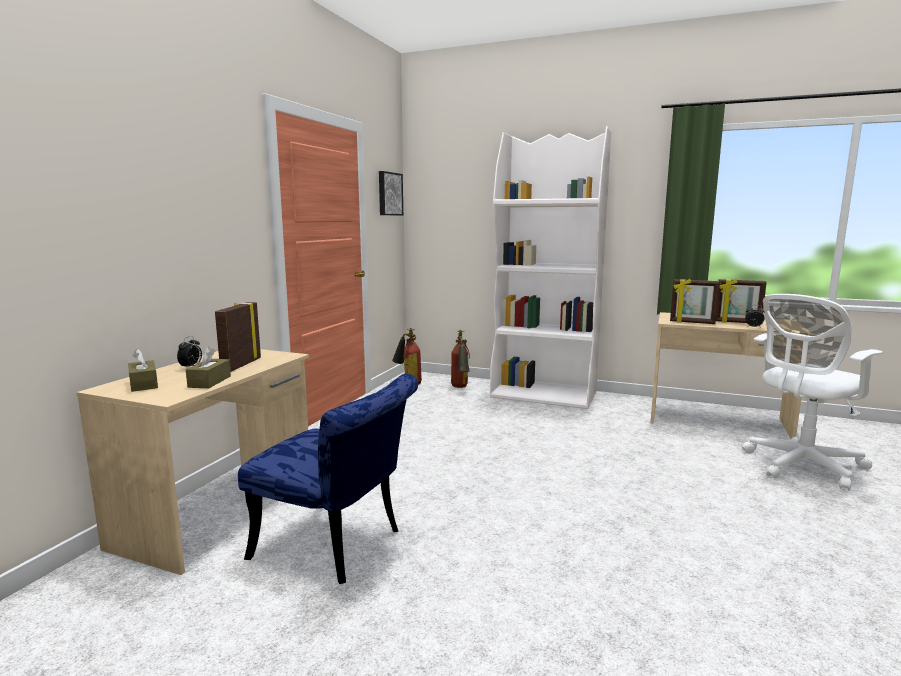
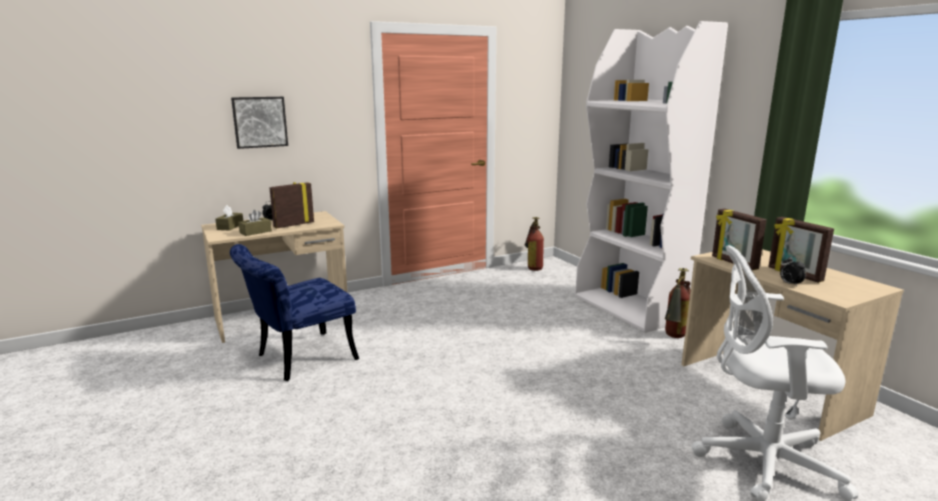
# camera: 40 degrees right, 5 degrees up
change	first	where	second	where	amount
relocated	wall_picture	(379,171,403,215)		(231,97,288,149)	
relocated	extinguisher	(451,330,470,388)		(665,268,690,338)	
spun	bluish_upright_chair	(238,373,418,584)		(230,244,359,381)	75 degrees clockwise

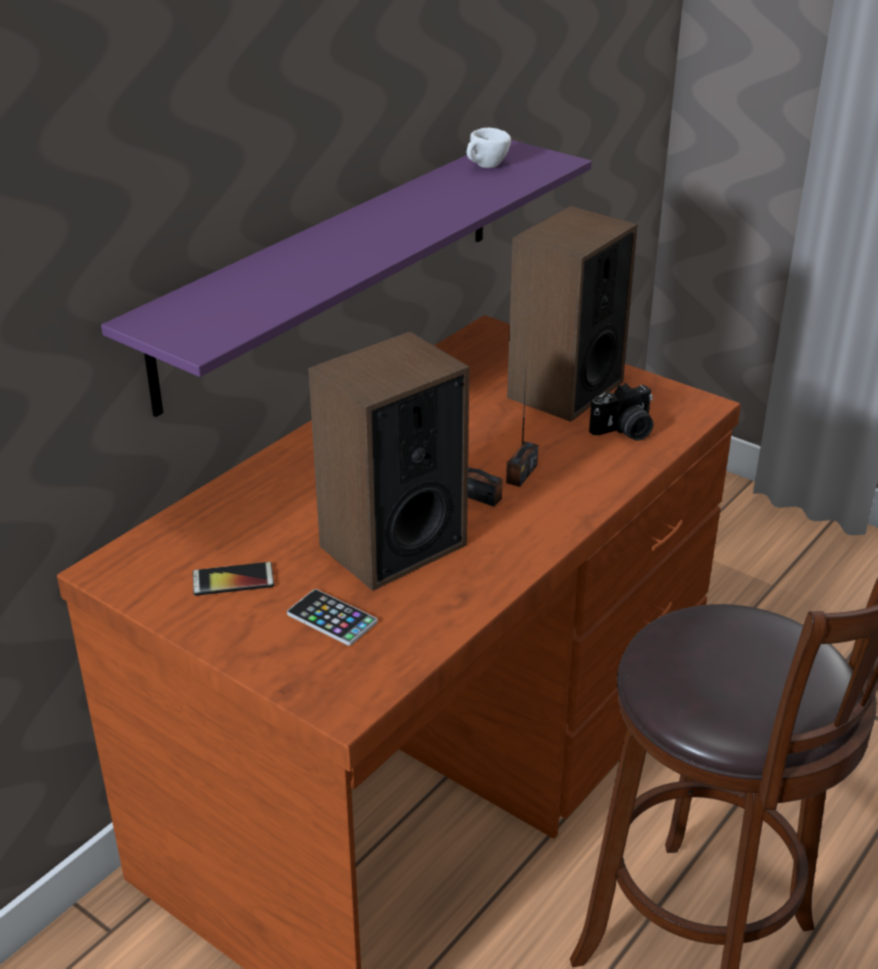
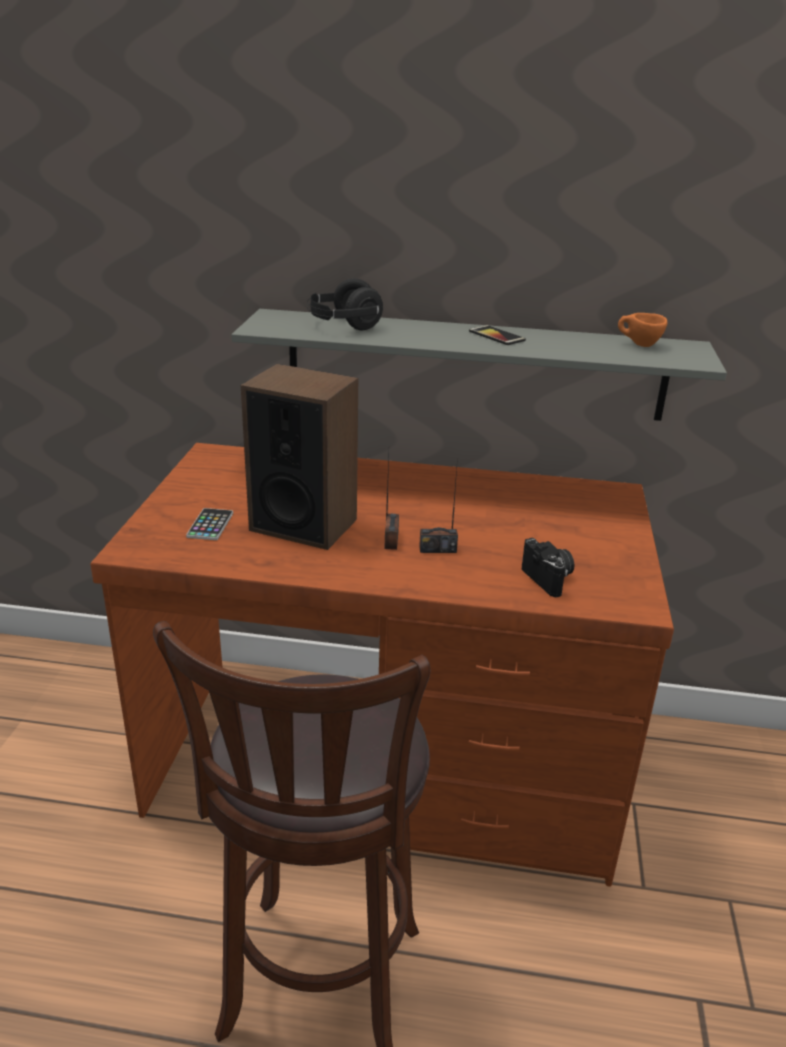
# camera: 60 degrees right, 5 degrees down
change	first	where	second	where	amount
missing	loudspeaker	(507,206,638,422)			
appeared			blackish_pair_of_headphones	(307,278,383,330)	
relocated	phone	(193,562,274,596)		(469,325,526,345)	
colour	purplish_wall_shelf	(101,140,592,417)	gray_wall_shelf	(232,309,727,421)	
colour	white-coloured_small_cup	(467,128,511,168)	orange-coloured_small_cup	(618,313,667,347)	
spun	photo_camera	(589,383,653,441)		(521,538,575,597)	150 degrees counterclockwise

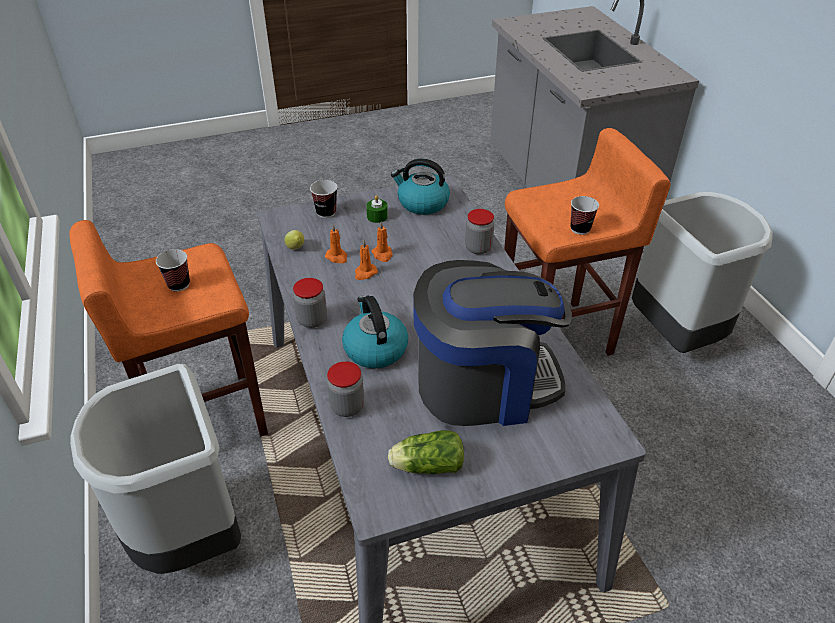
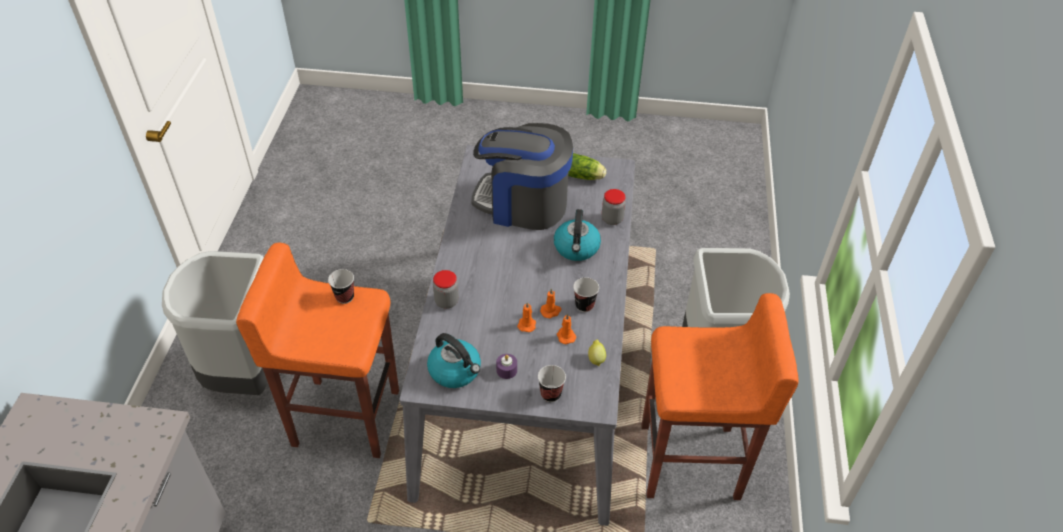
# camera: 155 degrees left, 5 degrees up
change	first	where	second	where	amount
missing	storage_jar	(293,278,327,328)			
relocated	small_cup	(156,249,190,292)		(573,277,599,312)	
colour	greenish_candle	(366,195,388,223)	purplish_candle	(496,354,517,379)	

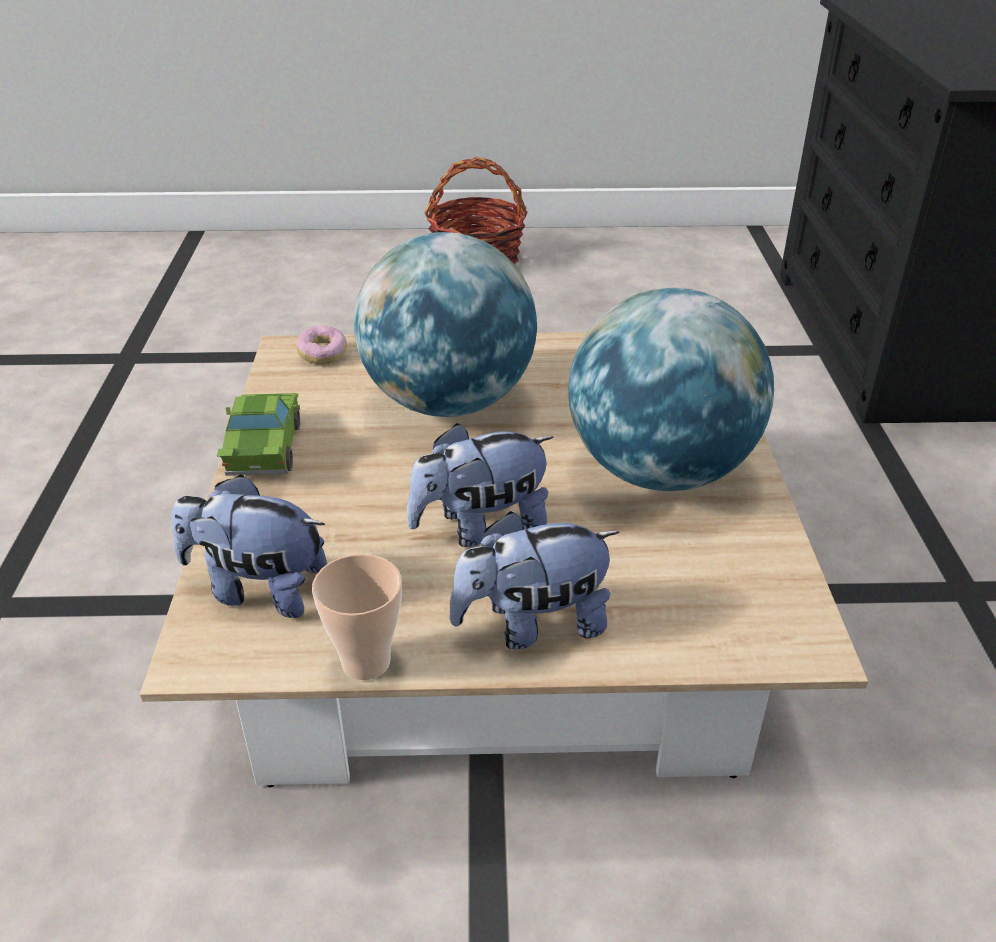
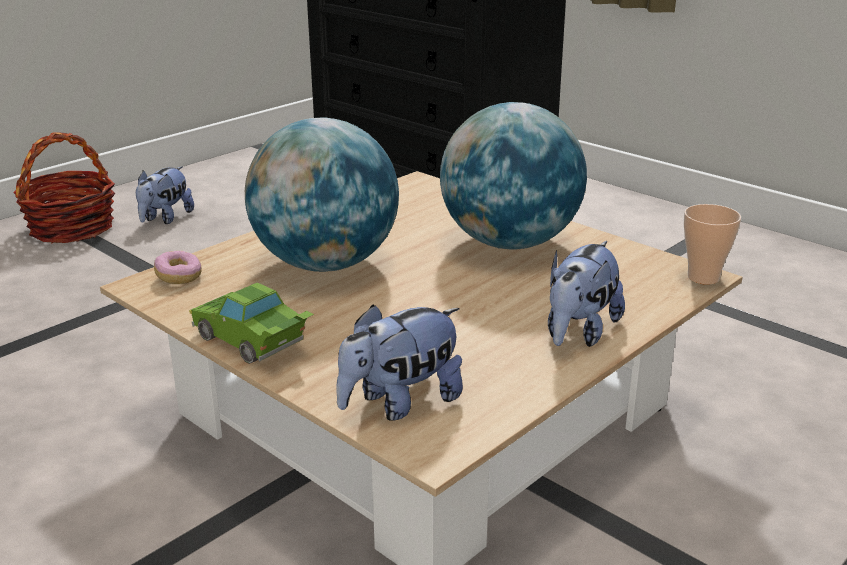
# camera: 45 degrees left, 10 degrees down
change	first	where	second	where	amount
relocated	small_cup	(312,554,402,680)		(684,204,742,285)	
relocated	soft_toy	(407,423,554,547)		(136,166,194,224)	

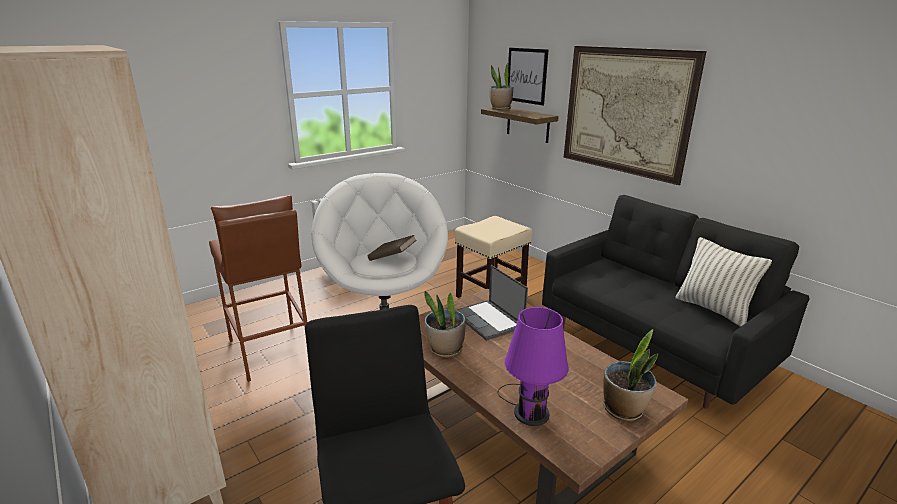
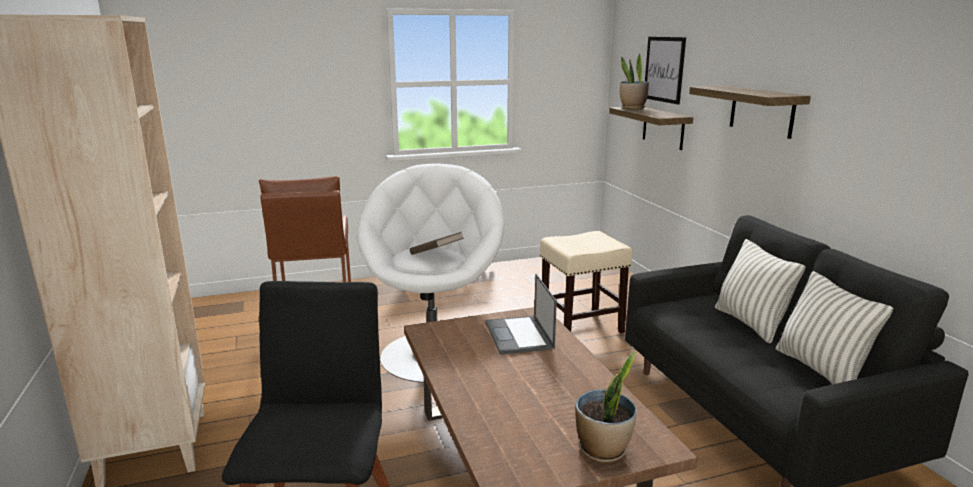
# camera: 20 degrees right, 5 degrees down
change	first	where	second	where	amount
missing	plant_in_a_pot	(424,291,465,358)			
missing	purplish_lamp_for_a_table	(497,307,569,426)			
appeared			throw_pillow	(715,239,806,343)	
exchanged	wall_picture	(563,46,707,185)	wall_shelf	(689,86,811,139)	

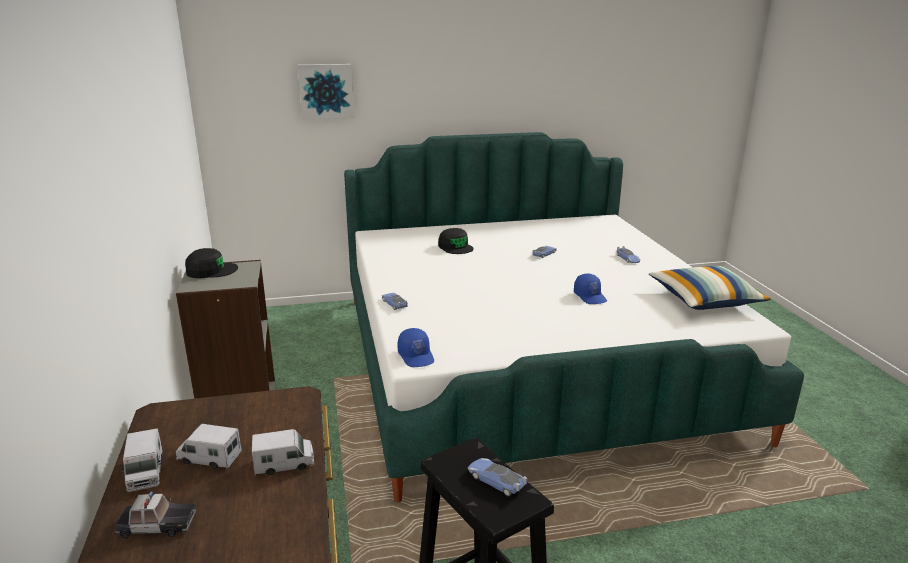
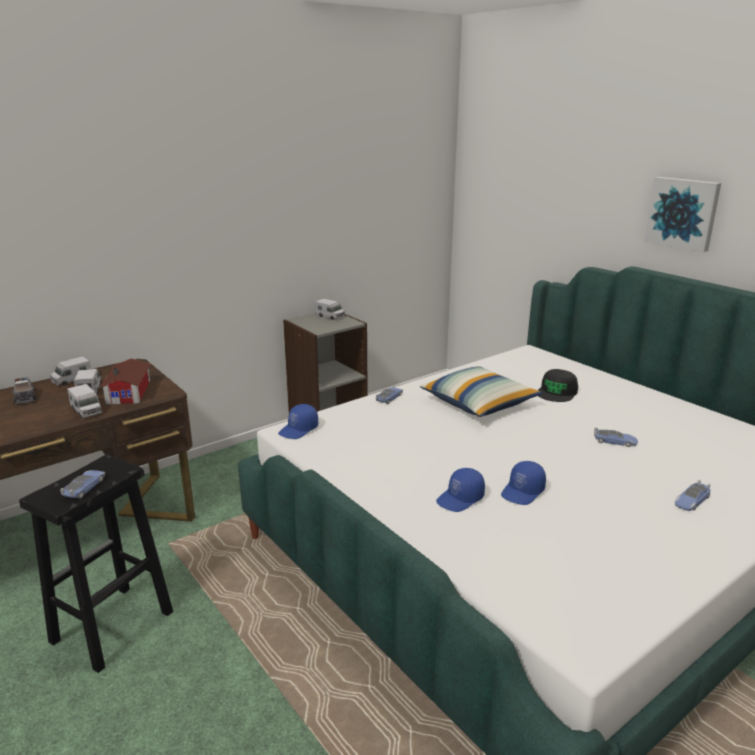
# camera: 65 degrees right, 0 degrees up
change	first	where	second	where	amount
appeared			miniature_house	(100,358,150,405)	
appeared			bluish_cap	(436,468,485,512)	
relocated	wall_picture	(298,64,354,119)		(644,177,721,252)	
relocated	throw_pillow	(649,266,770,310)		(419,366,542,417)	
exchanged	blackish_cap	(185,248,238,278)	model_truck	(315,299,345,320)	

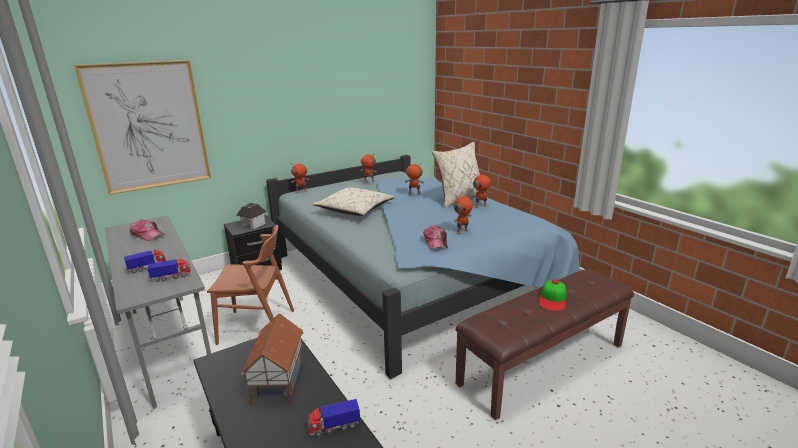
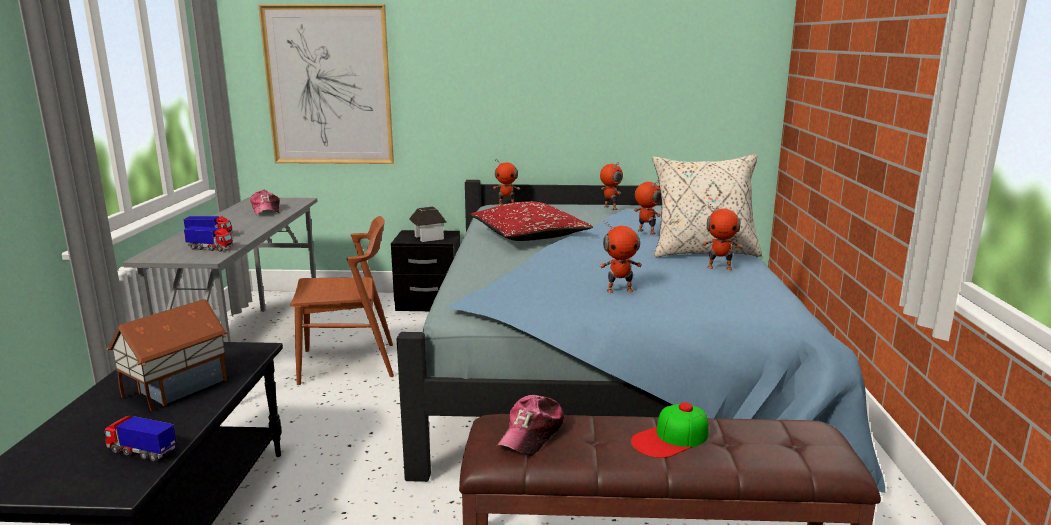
# camera: 35 degrees right, 5 degrees down
change	first	where	second	where	amount
relocated	cap	(423,225,448,250)		(497,395,564,456)	
colour	beige_throw_pillow	(312,187,395,216)	red-coloured_throw_pillow	(470,201,593,241)	
spun	brownish_upright_chair	(207,225,294,345)		(290,216,394,385)	45 degrees counterclockwise

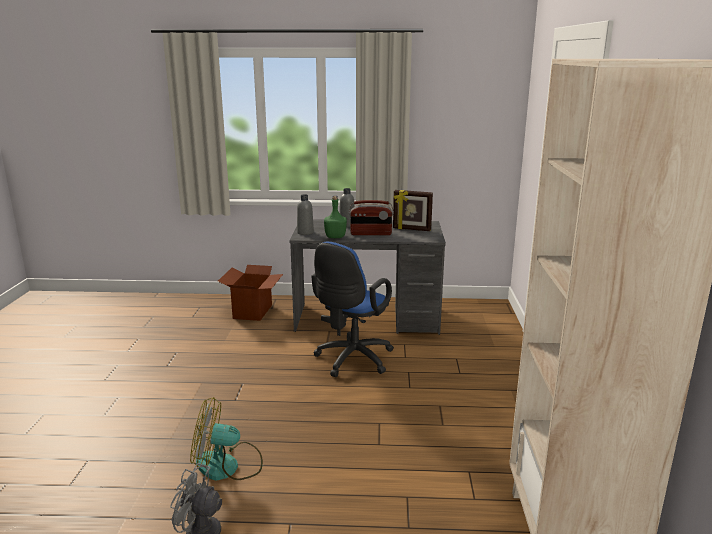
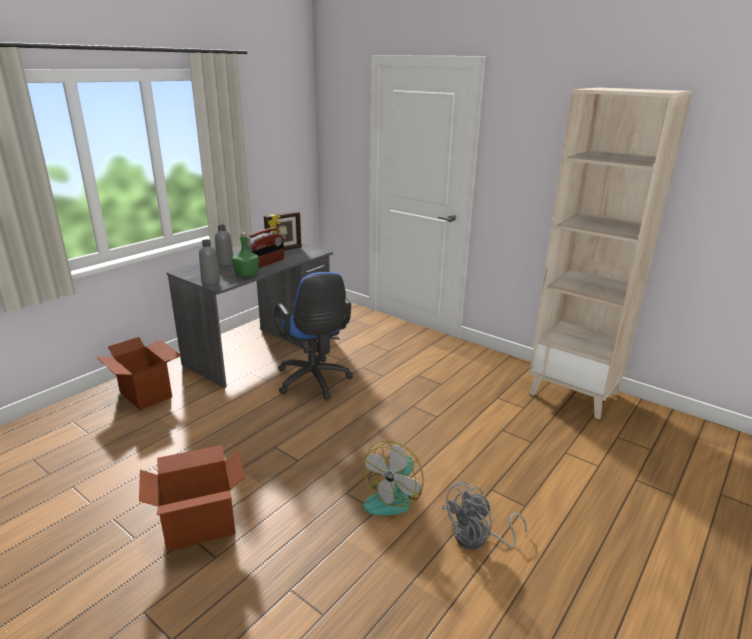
# camera: 55 degrees left, 5 degrees up
change	first	where	second	where	amount
appeared			carton	(139,445,245,551)	

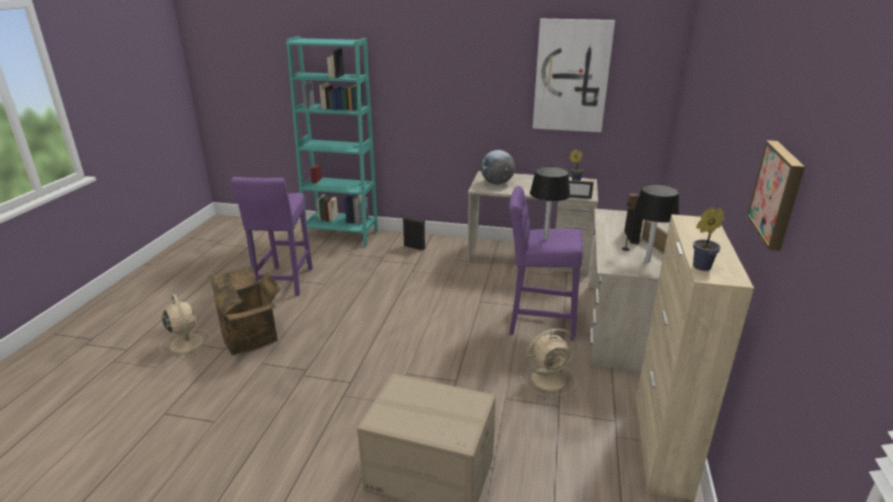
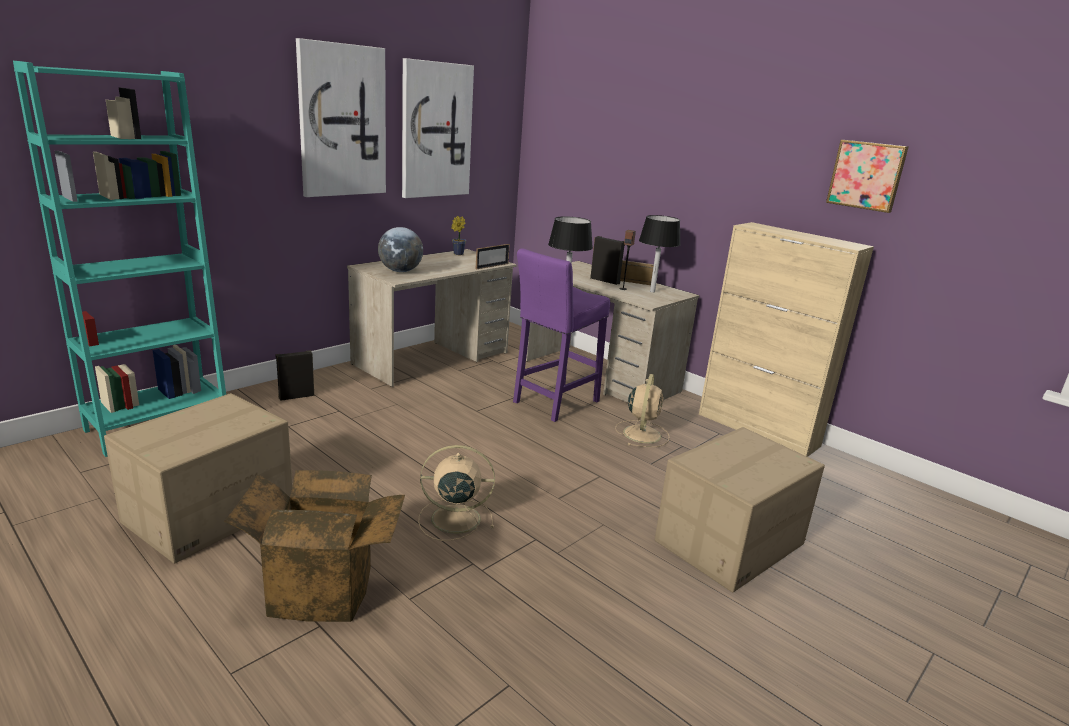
# camera: 60 degrees left, 5 degrees down
change	first	where	second	where	amount
missing	plant_in_a_pot	(693,207,725,271)			
appeared			wall_picture	(296,38,386,197)	
relocated	beige_electric_fan	(160,294,211,359)		(418,445,495,541)	
exchanged	purplish_sitting_stool	(231,177,313,296)	carton	(104,393,293,563)	

